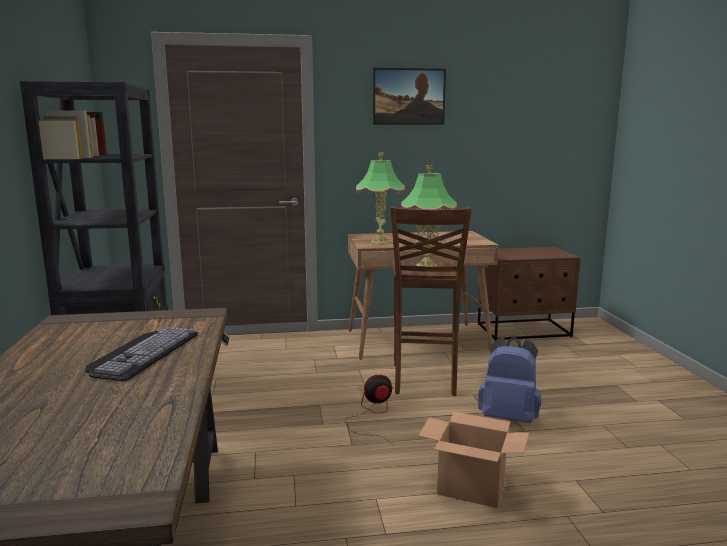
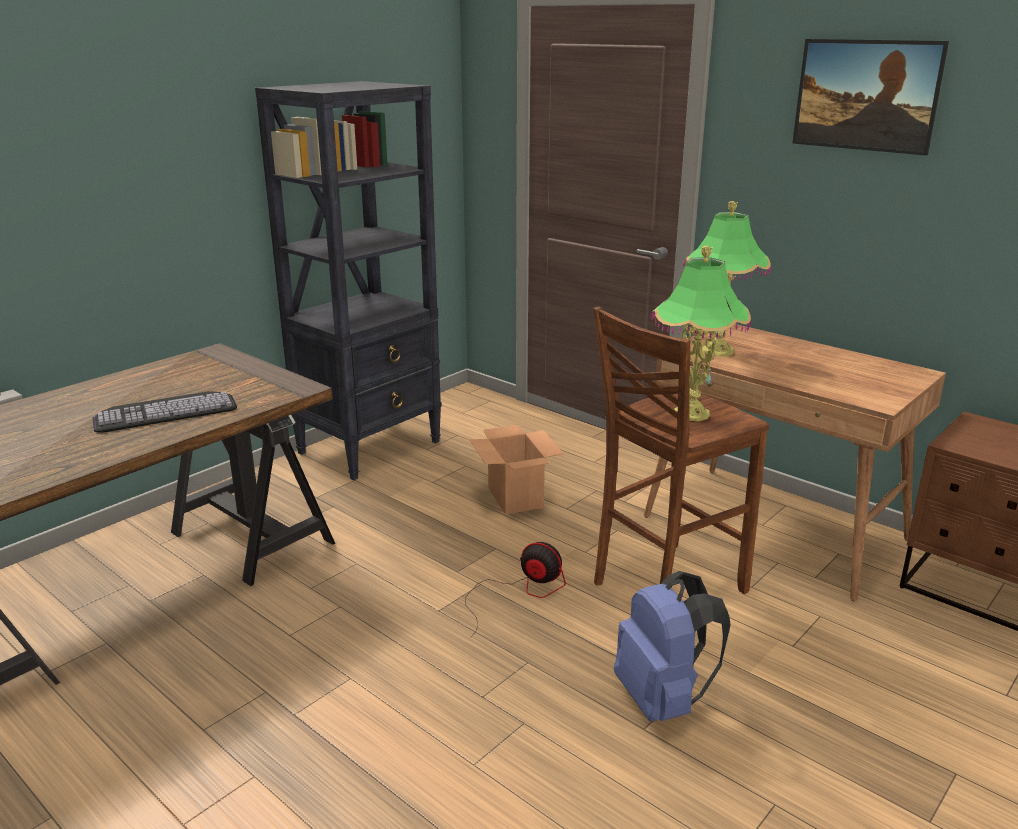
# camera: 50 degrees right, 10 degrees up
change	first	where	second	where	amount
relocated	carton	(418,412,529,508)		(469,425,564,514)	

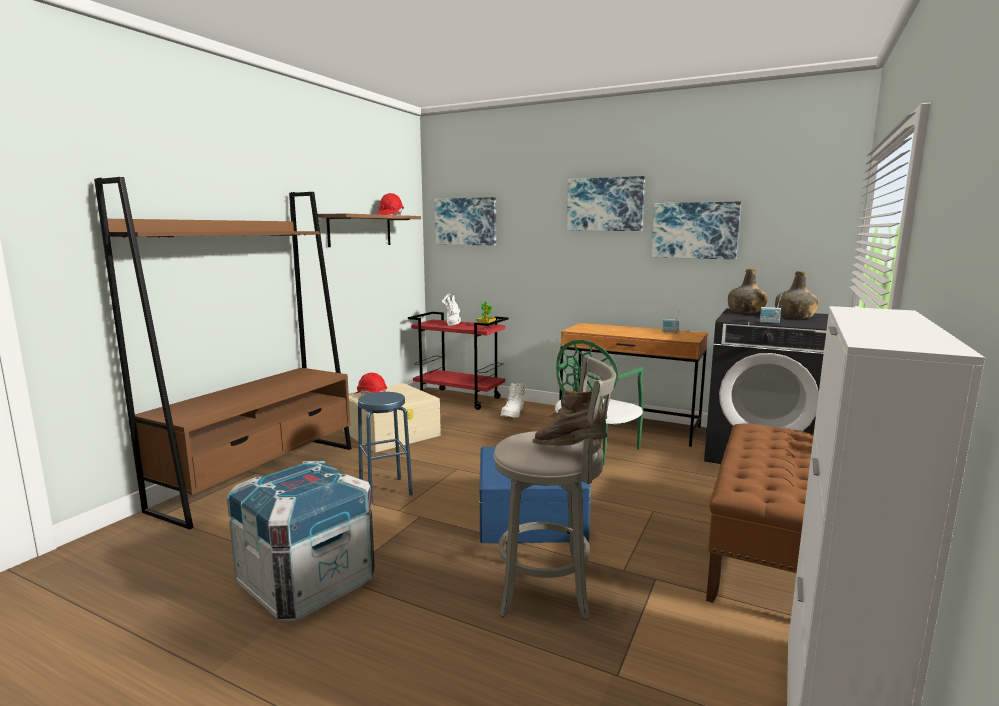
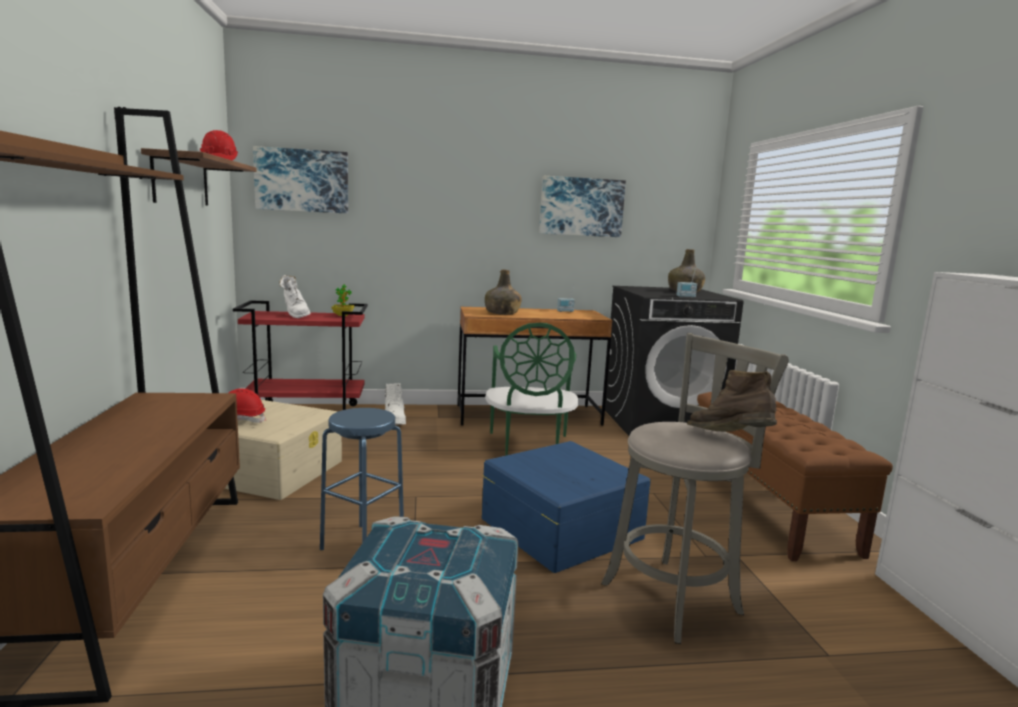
# camera: 35 degrees left, 0 degrees up
change	first	where	second	where	amount
missing	wall_picture	(567,176,645,231)			
relocated	greenish_bottle	(728,269,767,314)		(485,270,522,315)	
spun	brownish_tall_boot	(533,390,607,445)		(687,370,777,432)	45 degrees clockwise

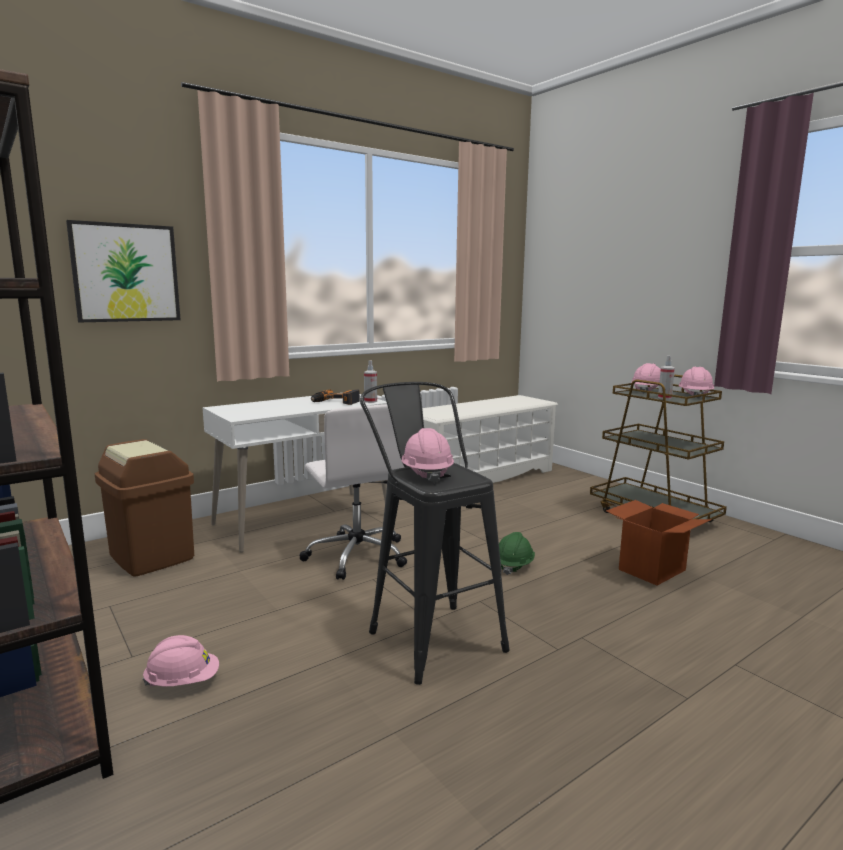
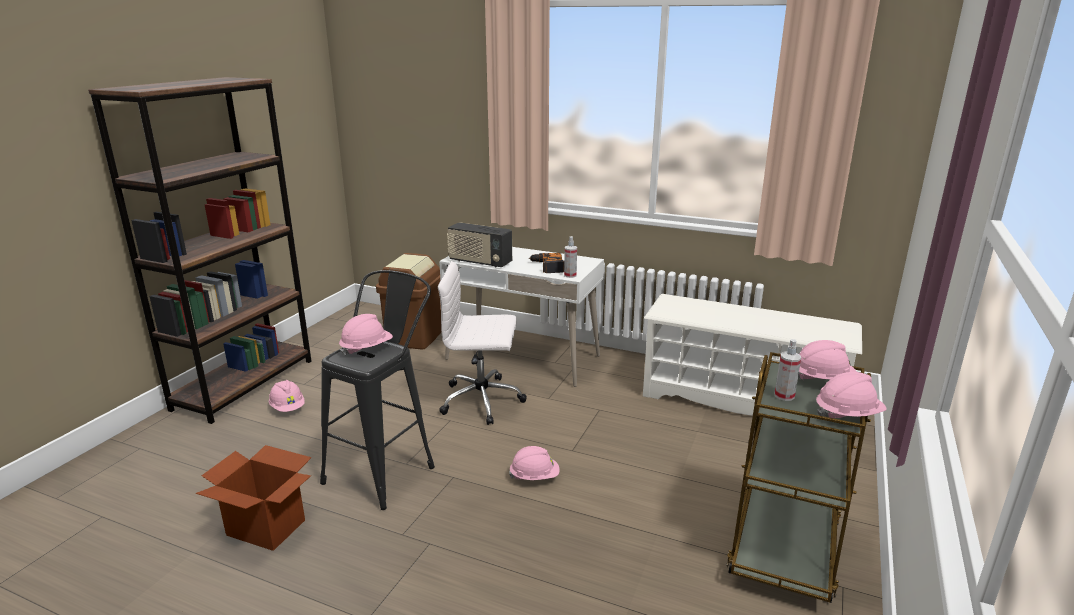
# camera: 60 degrees right, 10 degrees up
change	first	where	second	where	amount
missing	wall_picture	(66,220,181,322)			
appeared			radio_receiver	(447,222,512,268)	
relocated	carton	(606,500,712,586)		(196,445,312,551)	
colour	greenish_safety_helmet	(499,532,535,575)	pinkish_safety_helmet	(509,446,560,480)	
spun	white-coloured_computer_chair	(299,404,407,580)		(438,261,527,425)	60 degrees clockwise

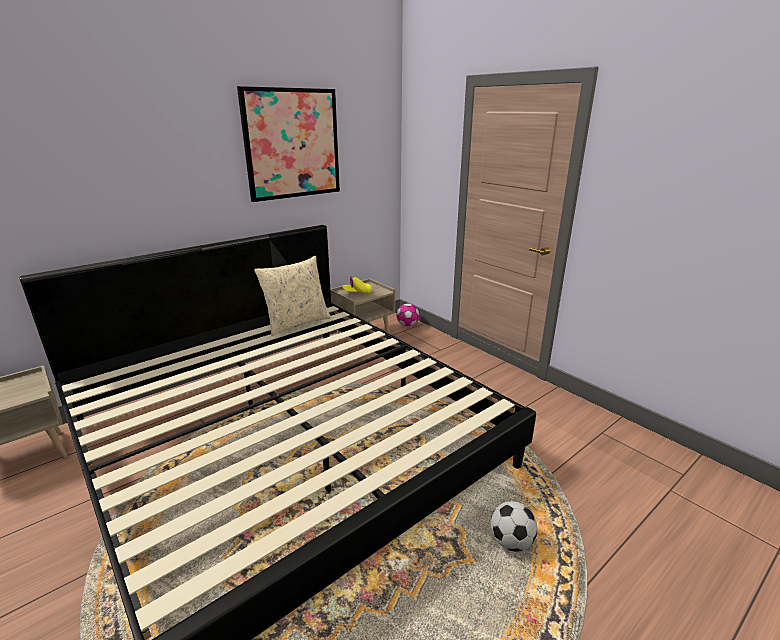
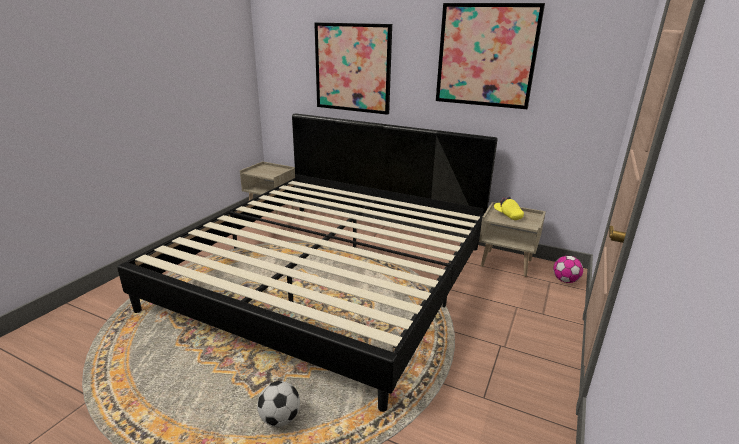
# camera: 65 degrees right, 0 degrees up
change	first	where	second	where	amount
missing	beige_throw_pillow	(254,256,331,336)			
appeared			wall_picture	(314,22,392,115)	

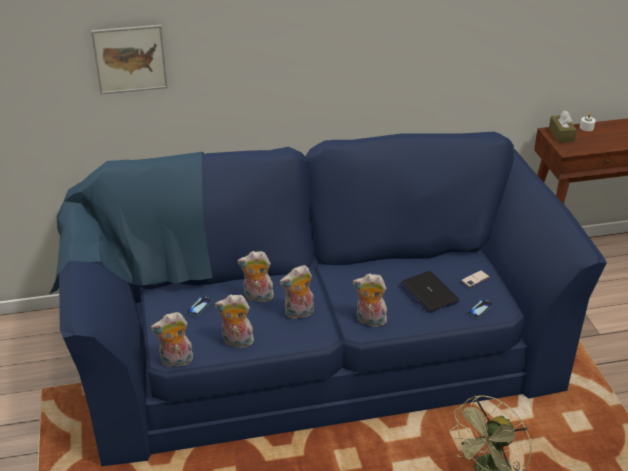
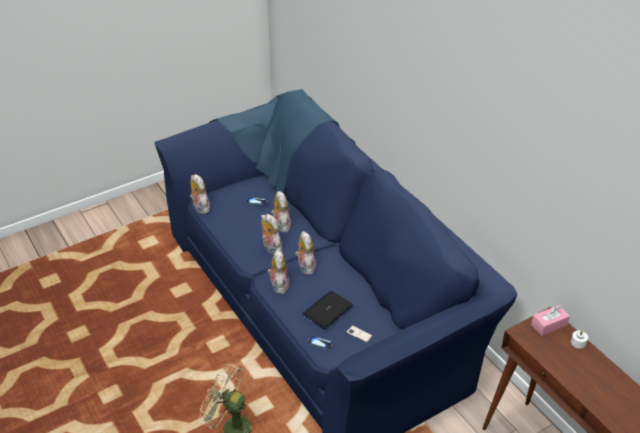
# camera: 70 degrees right, 5 degrees up
change	first	where	second	where	amount
missing	wall_picture	(91,25,168,94)			
relocated	soft_toy	(215,295,254,348)		(295,231,316,275)	
colour	brownish_tissue_holder	(549,110,577,143)	pinkish_tissue_holder	(531,305,570,336)	

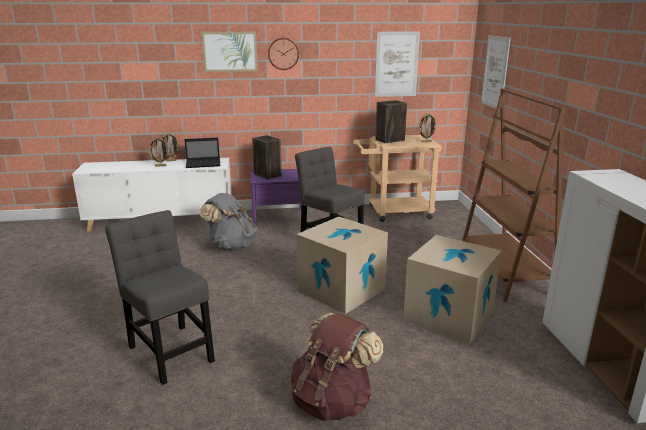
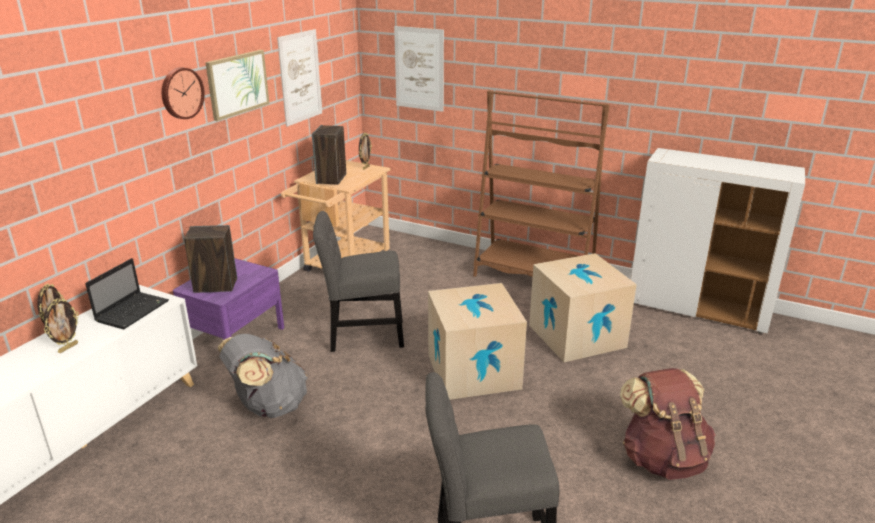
# camera: 55 degrees left, 5 degrees up
change	first	where	second	where	amount
relocated	wall_picture	(201,32,258,72)		(205,50,269,121)	

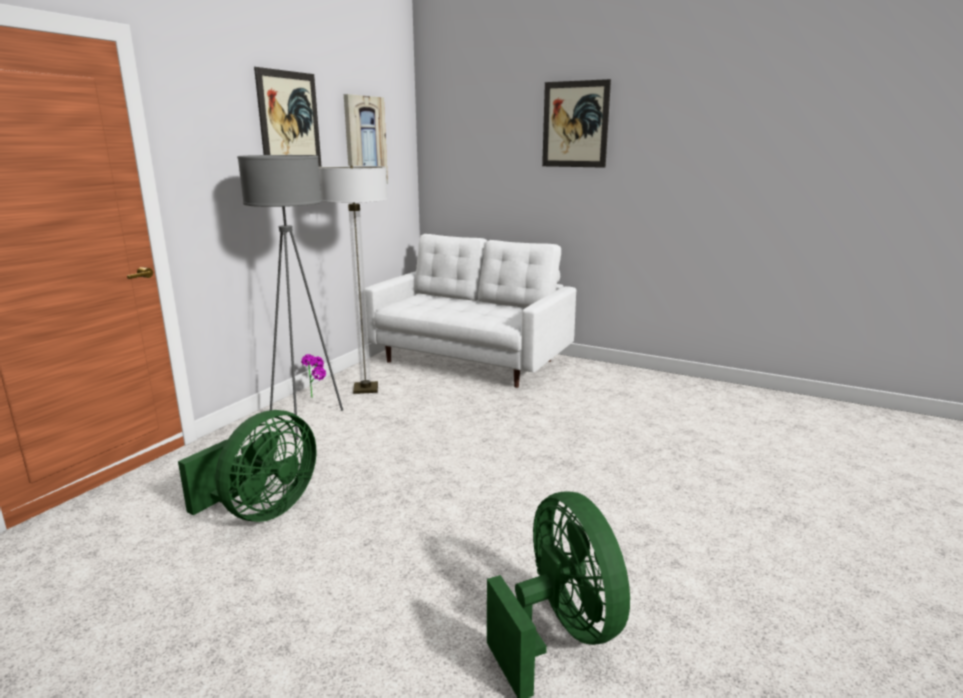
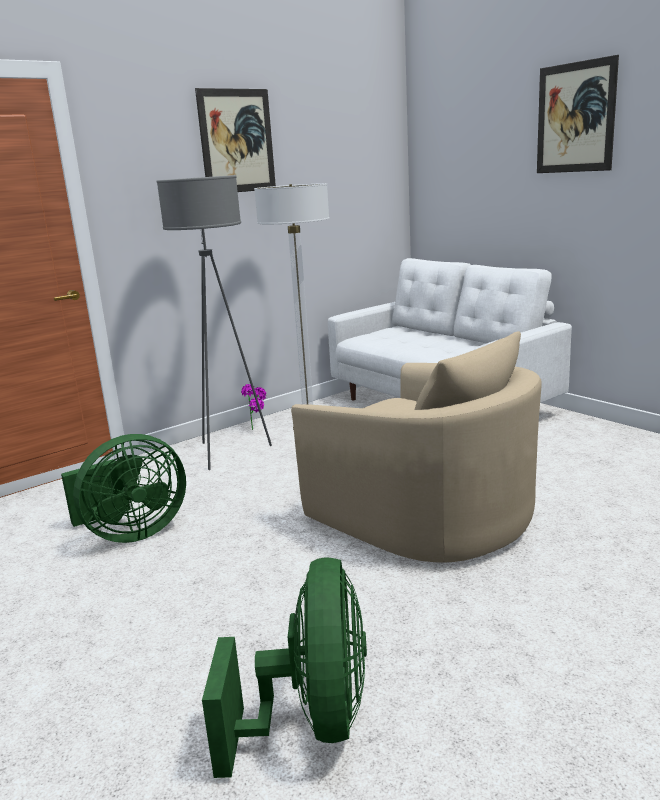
# camera: 25 degrees right, 0 degrees up
change	first	where	second	where	amount
missing	wall_picture	(344,94,388,184)			
appeared			beige_armchair	(291,331,542,563)	

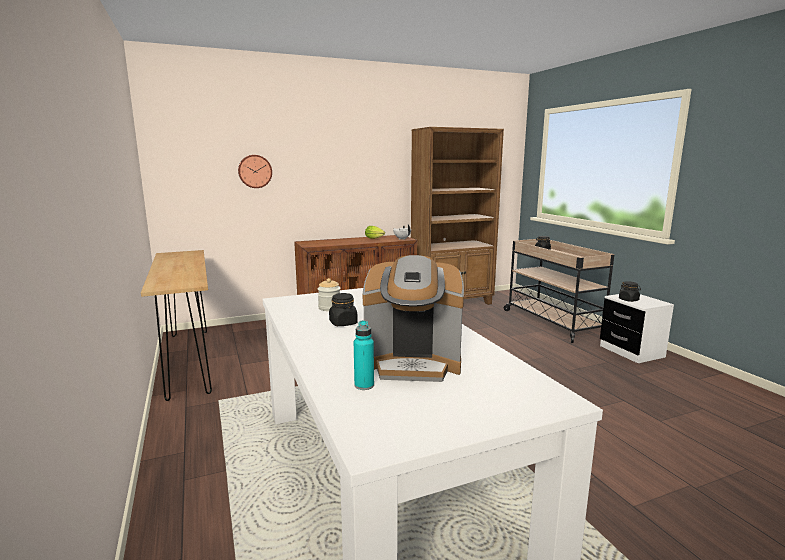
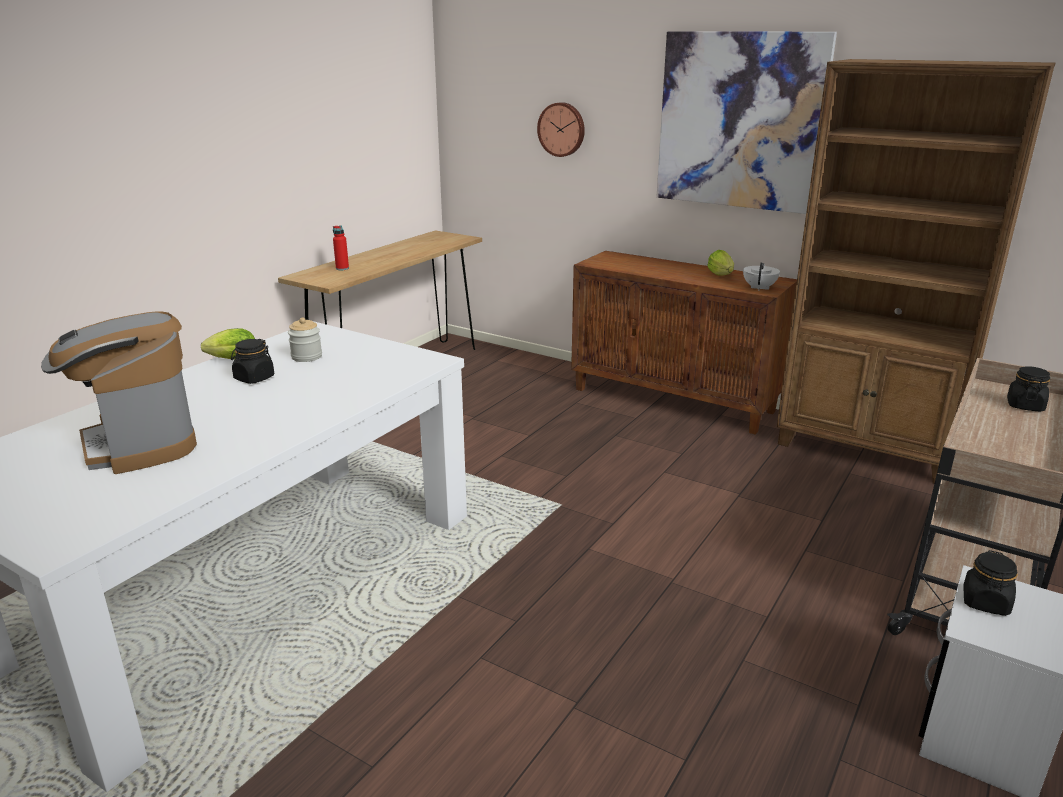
# camera: 55 degrees right, 10 degrees up
change	first	where	second	where	amount
missing	turquoise_bottle	(354,320,374,390)			
appeared			head_of_lettuce	(201,328,255,359)	
appeared			red-coloured_bottle	(333,225,349,270)	
appeared			wall_picture	(657,31,837,214)	

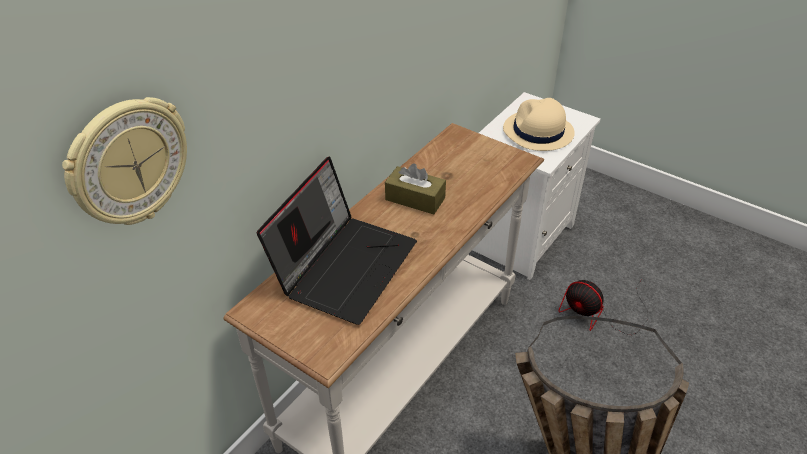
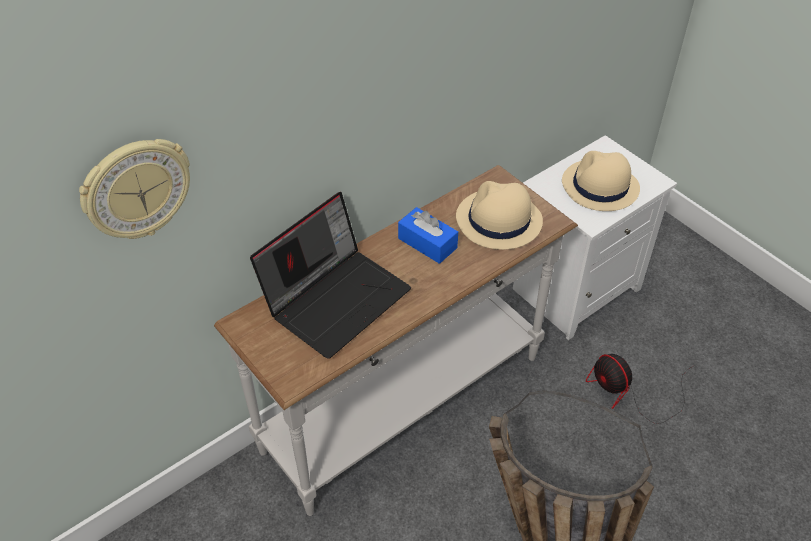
# camera: 15 degrees right, 5 degrees up
change	first	where	second	where	amount
appeared			beige_hat	(456,181,543,250)	
colour	brownish_tissue_holder	(385,163,446,214)	bluish_tissue_holder	(398,207,458,264)	

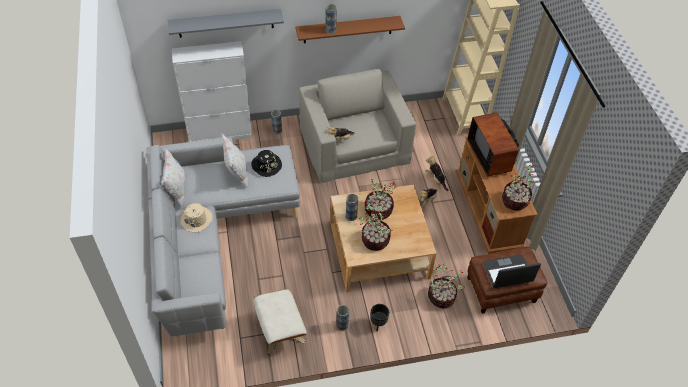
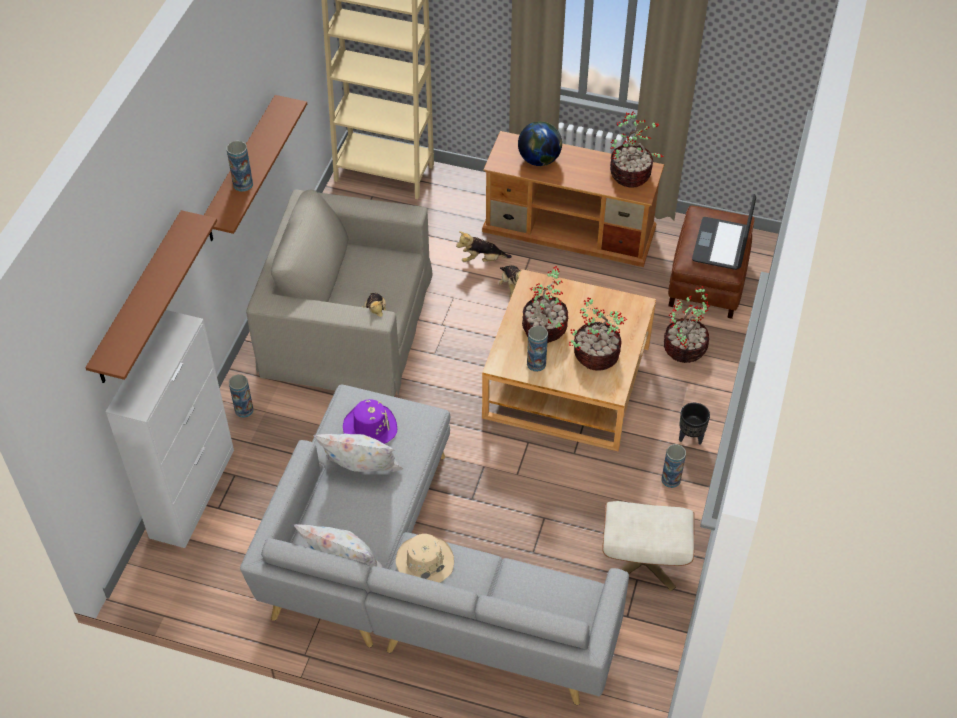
# camera: 60 degrees left, 0 degrees up
change	first	where	second	where	amount
exchanged	TV	(467,108,522,177)	world_globe	(518,121,562,166)	
colour	gray_wall_shelf	(168,9,284,38)	brownish_wall_shelf	(85,210,217,383)	
colour	blackish_hat	(252,150,282,177)	purplish_hat	(343,399,397,444)	

